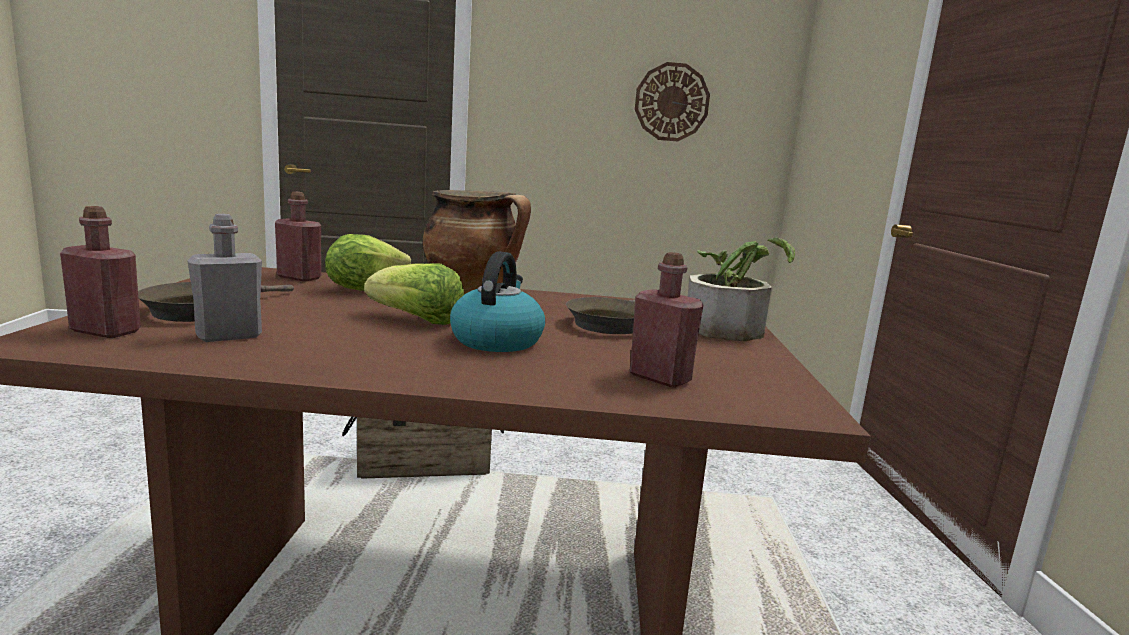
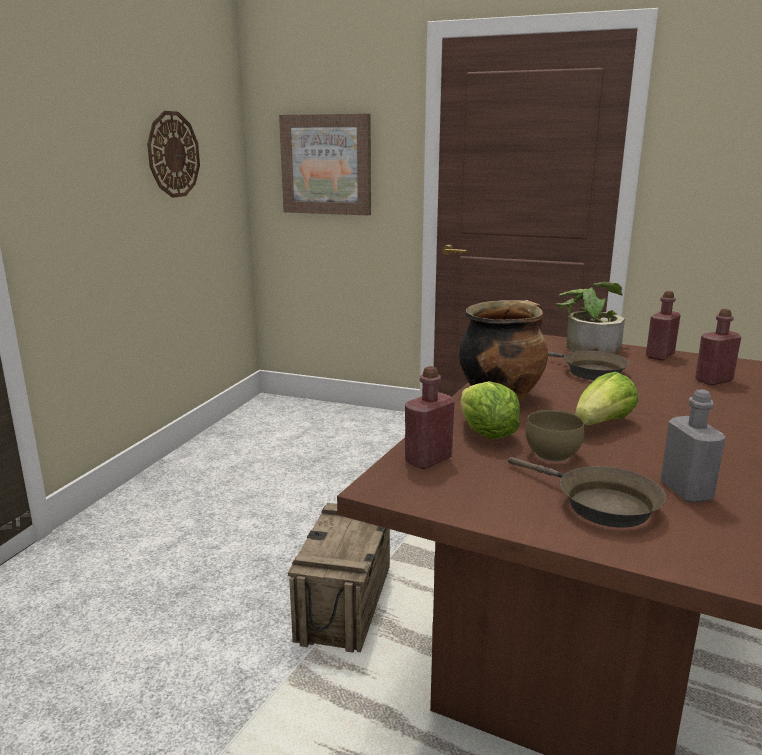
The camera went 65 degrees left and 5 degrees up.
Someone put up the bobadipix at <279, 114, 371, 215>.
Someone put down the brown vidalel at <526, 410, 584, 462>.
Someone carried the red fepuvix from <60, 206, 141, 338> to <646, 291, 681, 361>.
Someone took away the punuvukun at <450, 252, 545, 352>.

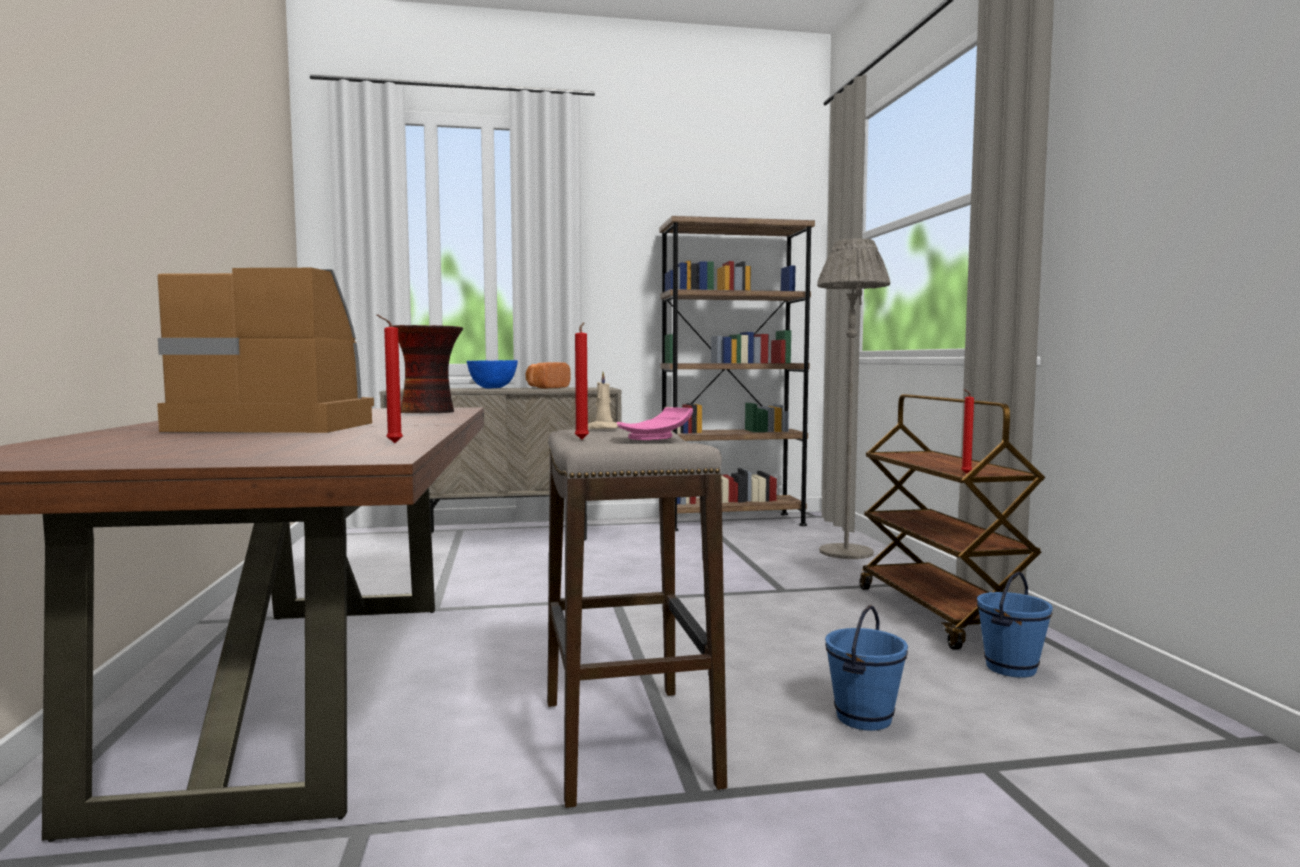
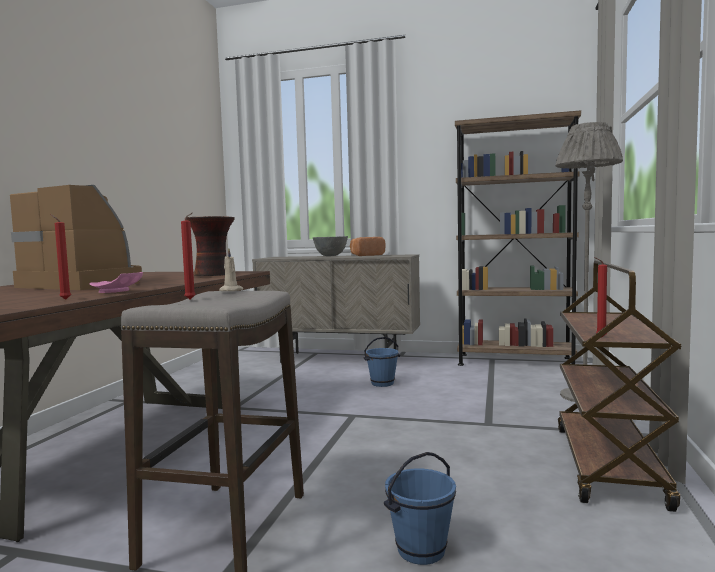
The camera went 25 degrees right and 0 degrees up.
Someone carried the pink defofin from <617, 407, 693, 440> to <90, 272, 143, 293>.
Someone repainted the blue vidalel at <467, 360, 518, 389>, which became the grey vidalel at <313, 236, 348, 256>.
Someone carried the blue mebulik from <977, 571, 1053, 678> to <364, 337, 400, 387>.

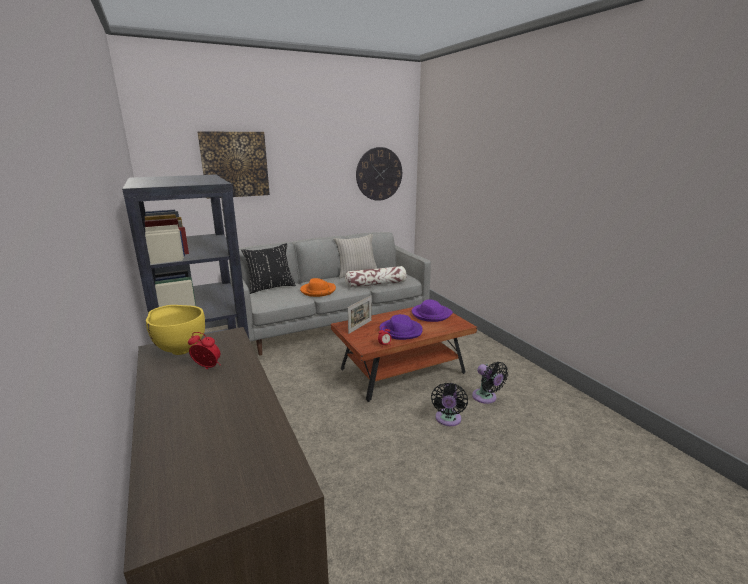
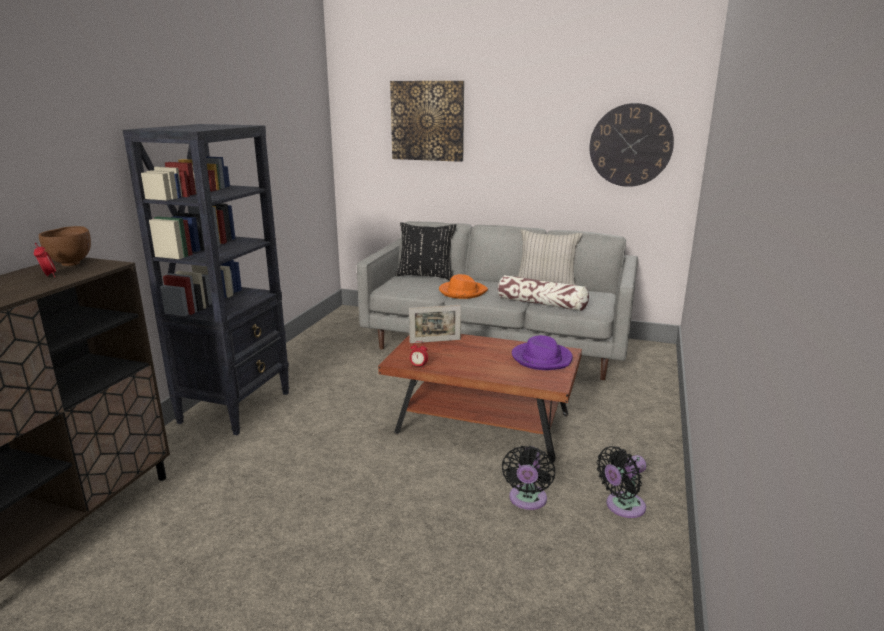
The camera went 45 degrees right and 0 degrees up.
Someone repainted the yellow vidalel at <146, 305, 205, 355>, which became the brown vidalel at <39, 226, 91, 266>.
Someone carried the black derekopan from <431, 383, 468, 426> to <597, 446, 646, 518>.
Someone took away the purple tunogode at <380, 314, 423, 340>.

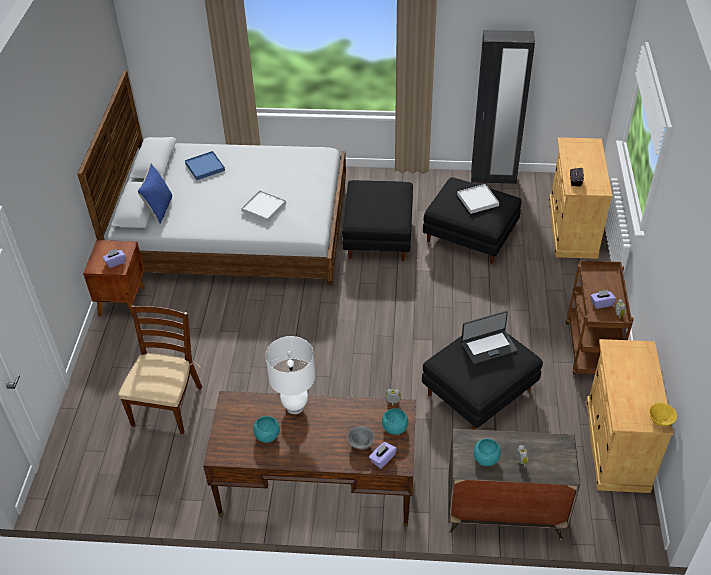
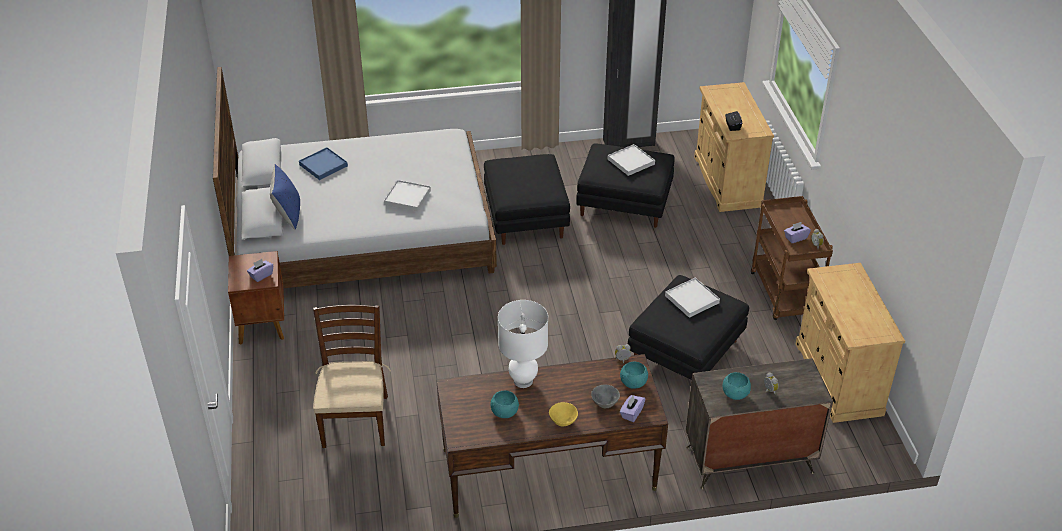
The camera went 15 degrees left and 5 degrees down.
Someone carried the yellow vidalel from <649, 403, 677, 426> to <549, 402, 578, 427>.
Someone swapped the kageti at <461, 311, 518, 364> for the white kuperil at <665, 278, 720, 318>.

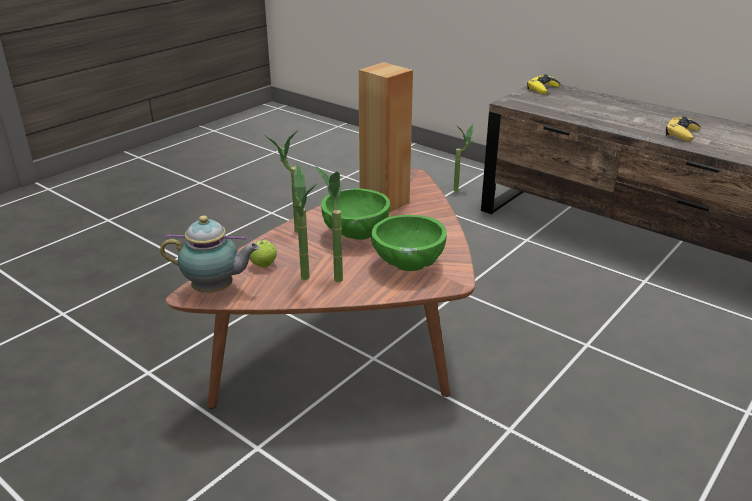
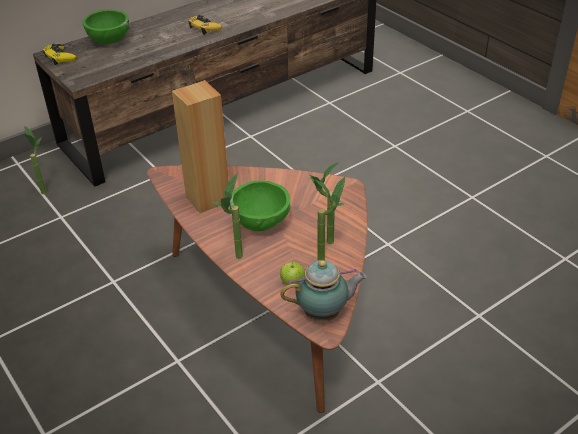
The camera went 75 degrees left and 10 degrees up.
Someone carried the green vidalel from <371, 215, 447, 271> to <83, 10, 129, 45>.
Someone rotated the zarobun at <160, 215, 260, 293> by 60 degrees clockwise.

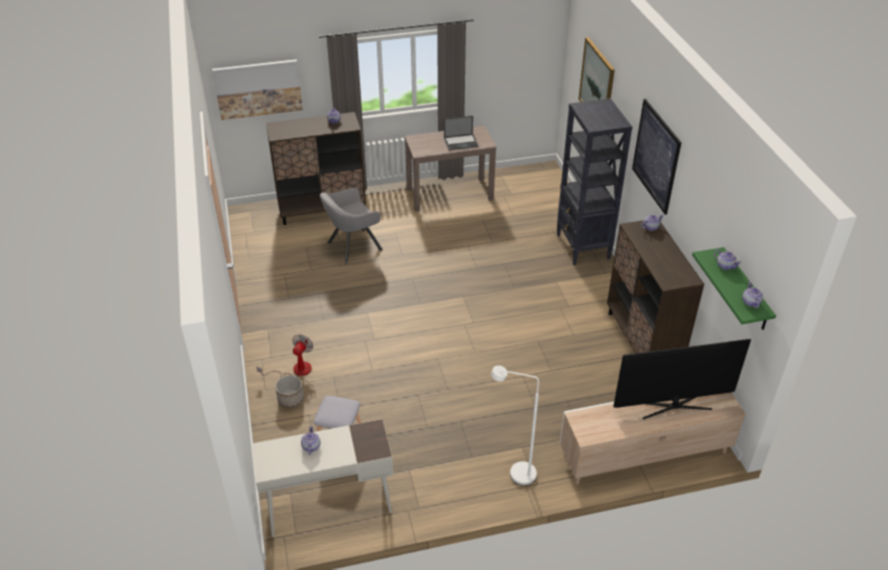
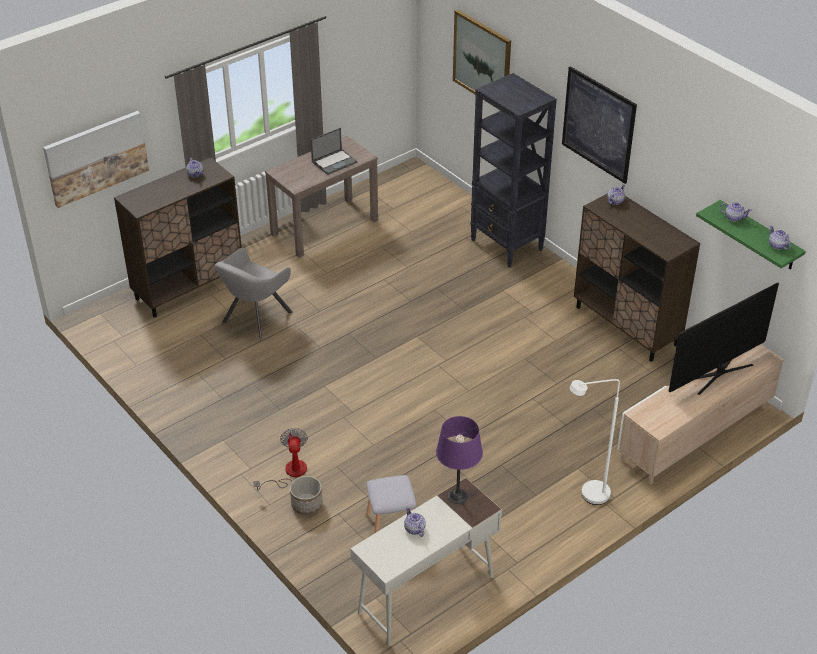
The camera went 25 degrees left and 0 degrees up.
Someone put down the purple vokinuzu at <436, 416, 483, 504>.

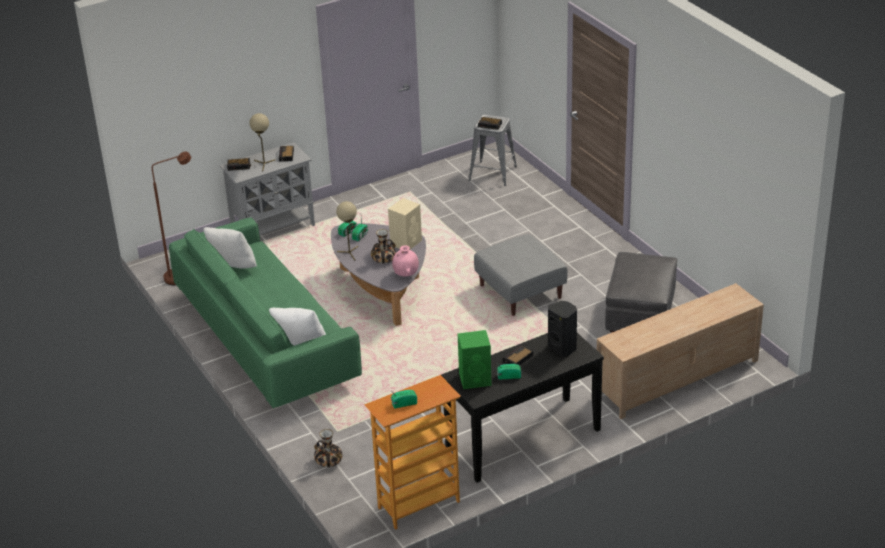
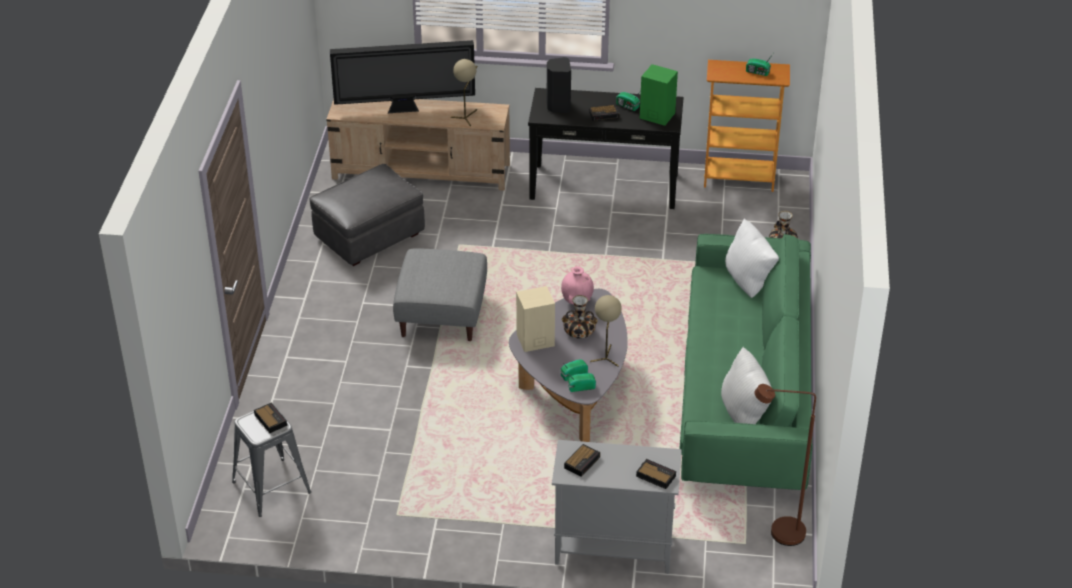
The camera went 145 degrees left and 5 degrees up.
Someone put down the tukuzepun at <330, 40, 475, 113>.
Someone carried the beige vokinuzu from <250, 113, 275, 172> to <451, 59, 477, 126>.

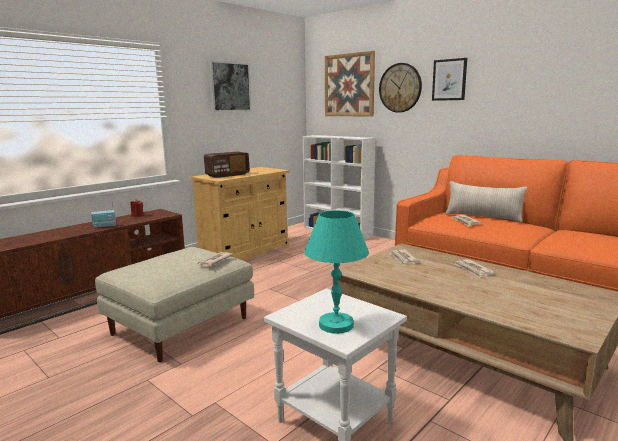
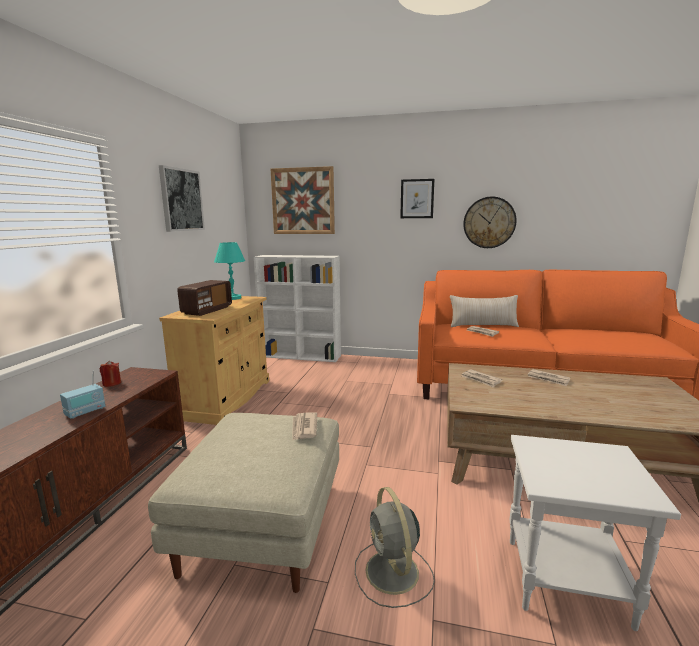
The camera went 30 degrees left and 0 degrees up.
Someone carried the turquoise vokinuzu from <304, 210, 369, 334> to <214, 242, 245, 300>.
Someone put down the grey derekopan at <355, 487, 435, 608>.
Someone carried the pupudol from <379, 63, 422, 113> to <463, 196, 517, 248>.

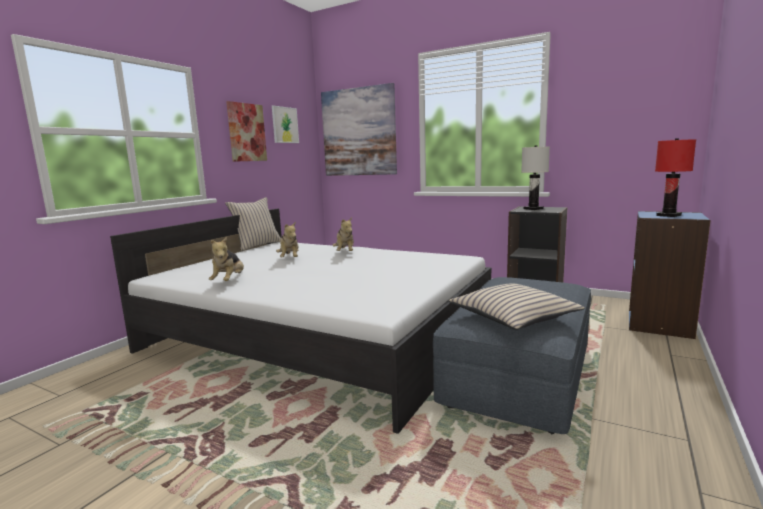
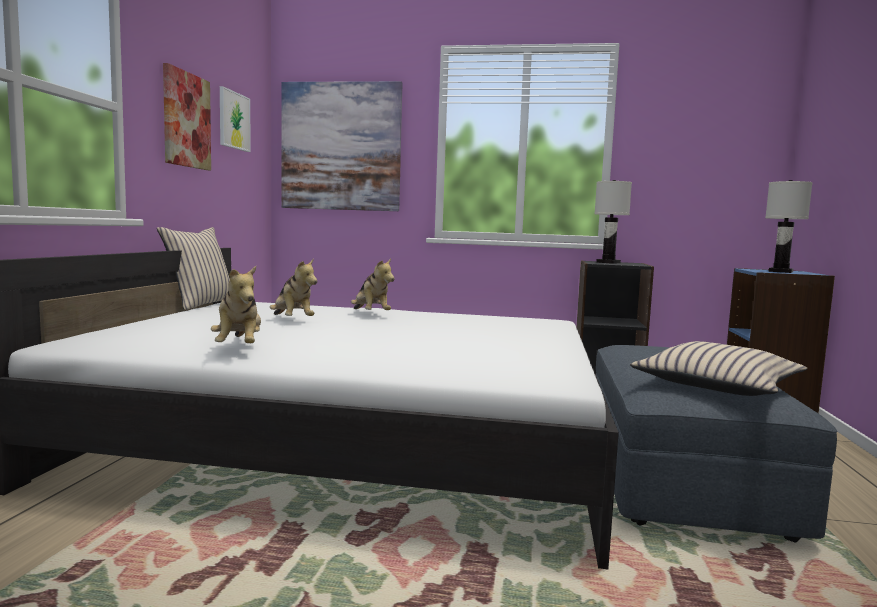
The camera went 20 degrees left and 5 degrees down.
Someone repainted the red vokinuzu at <655, 138, 696, 217>, which became the white vokinuzu at <765, 180, 813, 273>.

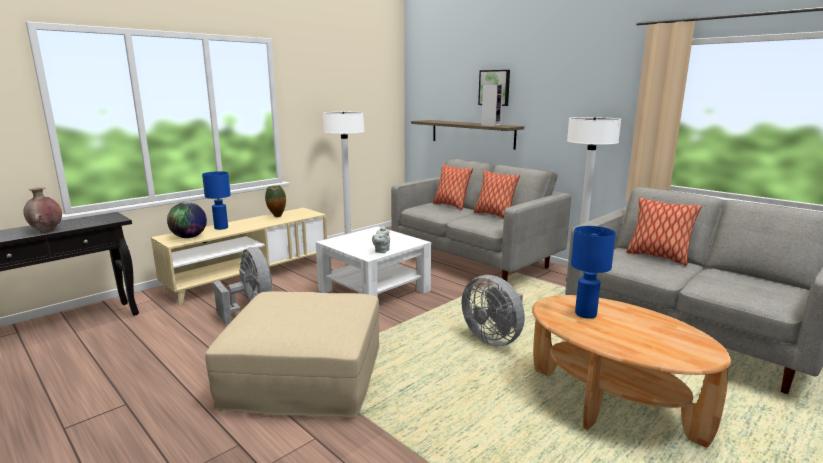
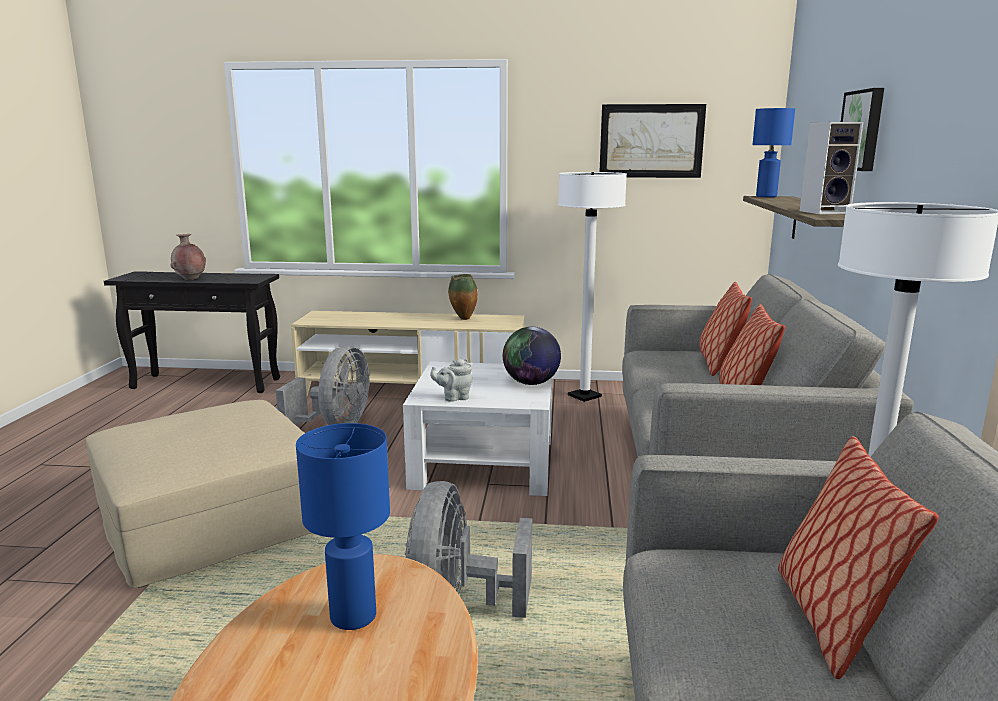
The camera went 50 degrees right and 0 degrees up.
Someone carried the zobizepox from <167, 202, 207, 238> to <503, 327, 561, 385>.
Someone put up the bobadipix at <600, 104, 706, 178>.
Someone carried the blue vokinuzu from <202, 171, 231, 230> to <752, 108, 795, 197>.

